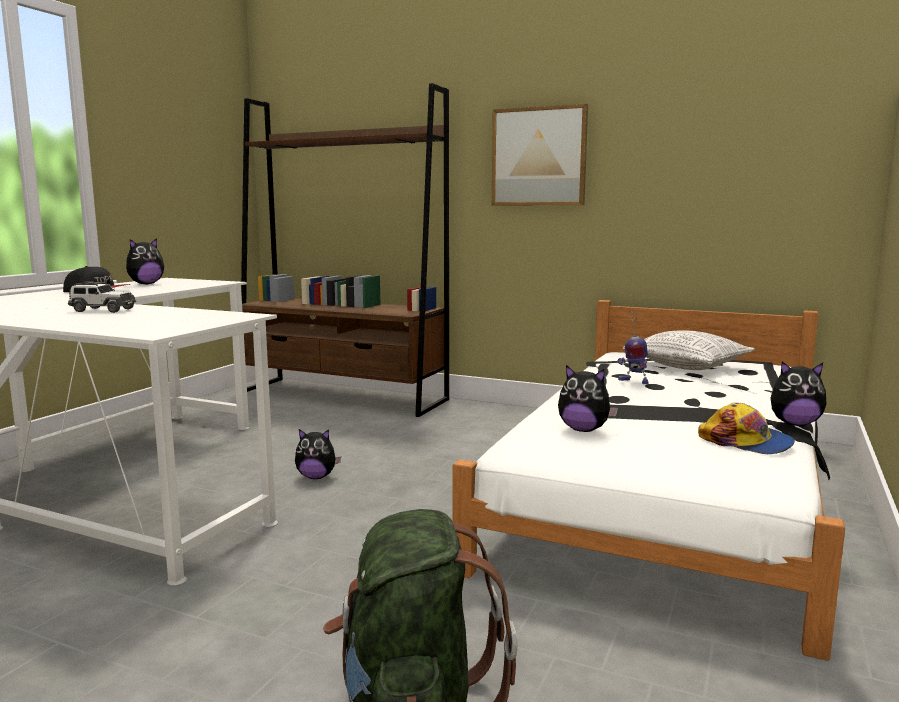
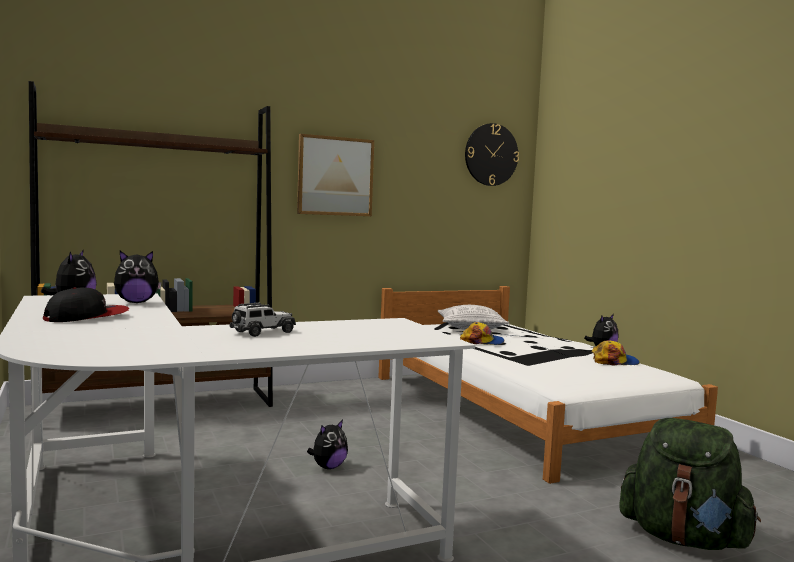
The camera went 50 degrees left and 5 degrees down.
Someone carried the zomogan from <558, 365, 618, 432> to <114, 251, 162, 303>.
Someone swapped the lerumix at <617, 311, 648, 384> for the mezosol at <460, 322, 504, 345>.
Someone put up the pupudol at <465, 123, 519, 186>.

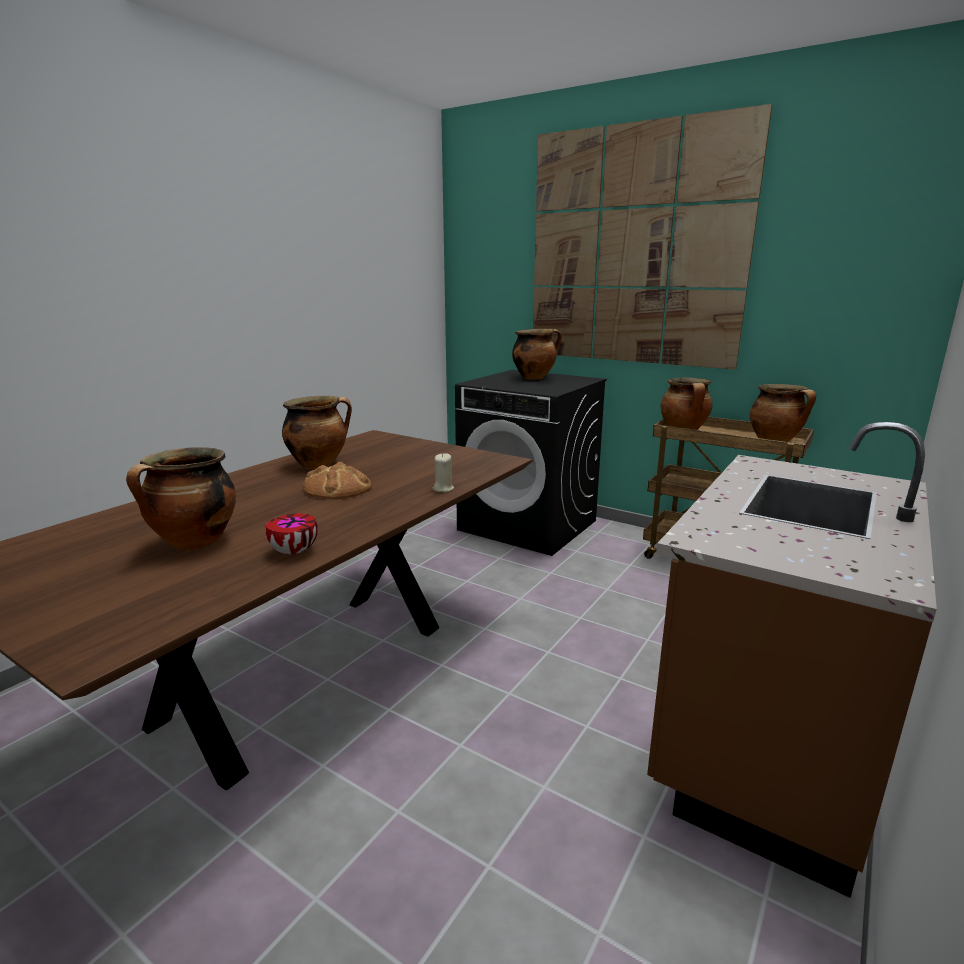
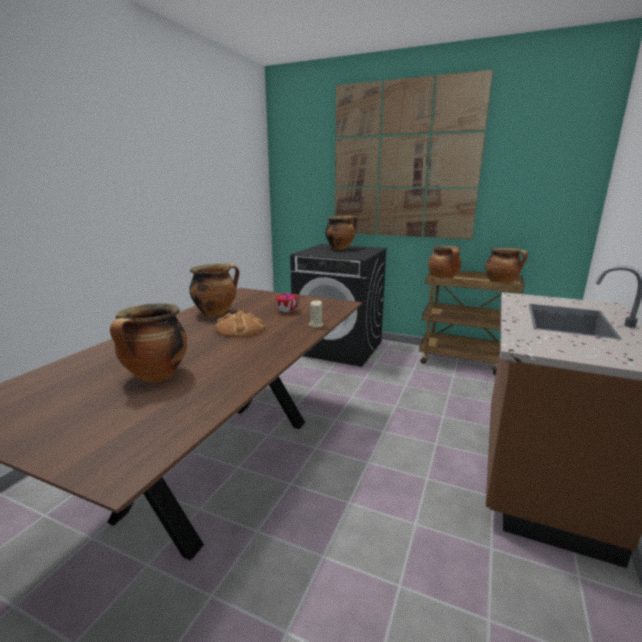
The camera went 10 degrees left and 0 degrees up.
Someone carried the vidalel from <265, 513, 318, 554> to <275, 294, 300, 312>.

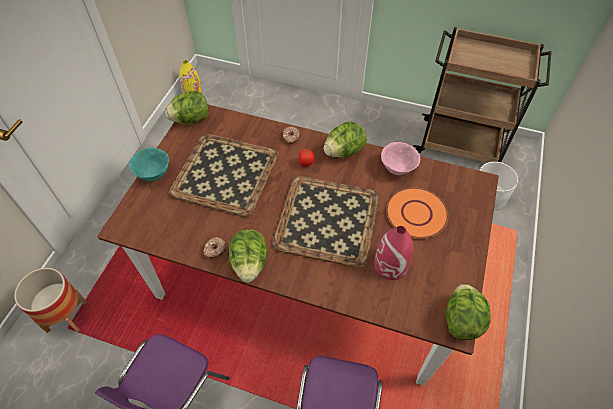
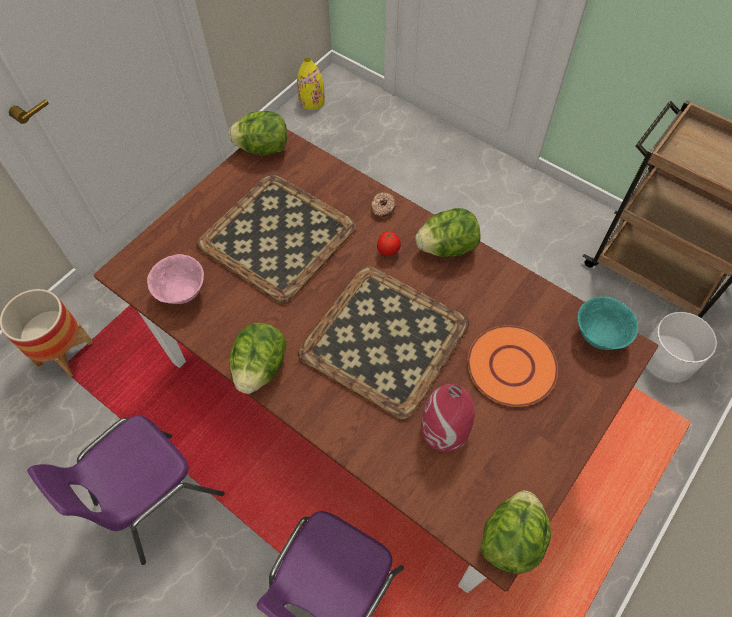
The camera went 20 degrees right and 5 degrees up.
Someone carried the pink vidalel from <381, 142, 420, 175> to <147, 254, 204, 304>.
Someone carried the turquoise vidalel from <129, 148, 169, 181> to <578, 297, 638, 350>.
Someone took away the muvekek at <203, 237, 226, 260>.

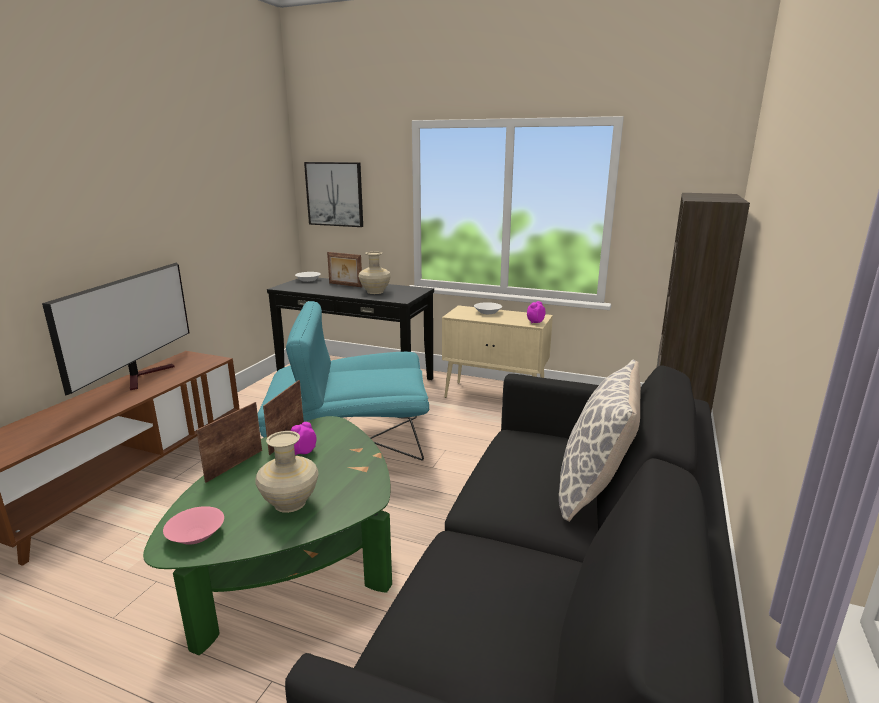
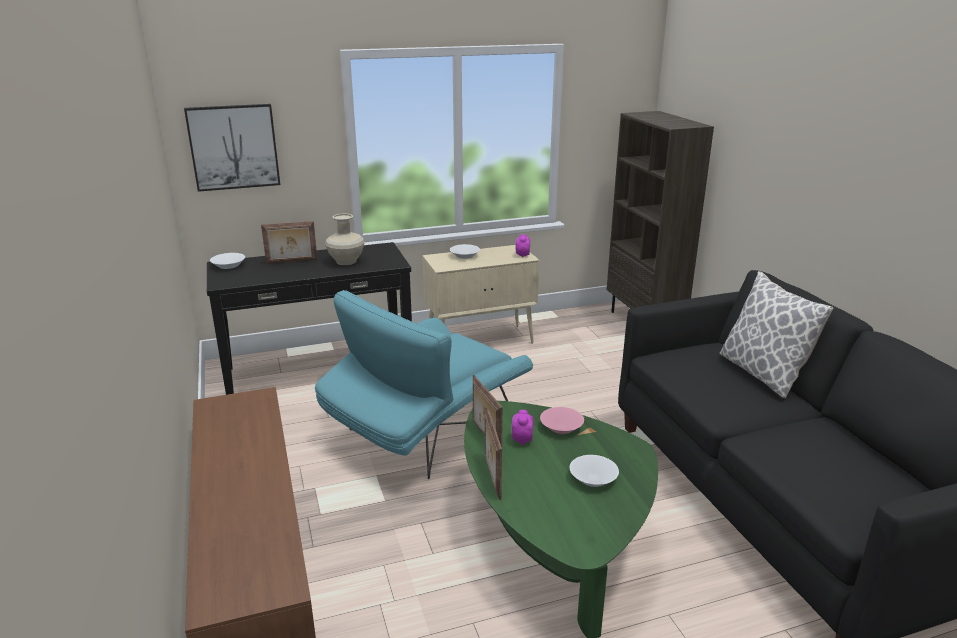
The camera went 40 degrees left and 5 degrees up.
Someone carried the pink vidalel from <163, 506, 224, 544> to <540, 407, 584, 434>.
Someone swapped the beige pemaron at <255, 431, 319, 513> for the white vidalel at <570, 455, 619, 487>.
Someone took away the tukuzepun at <42, 263, 189, 396>.

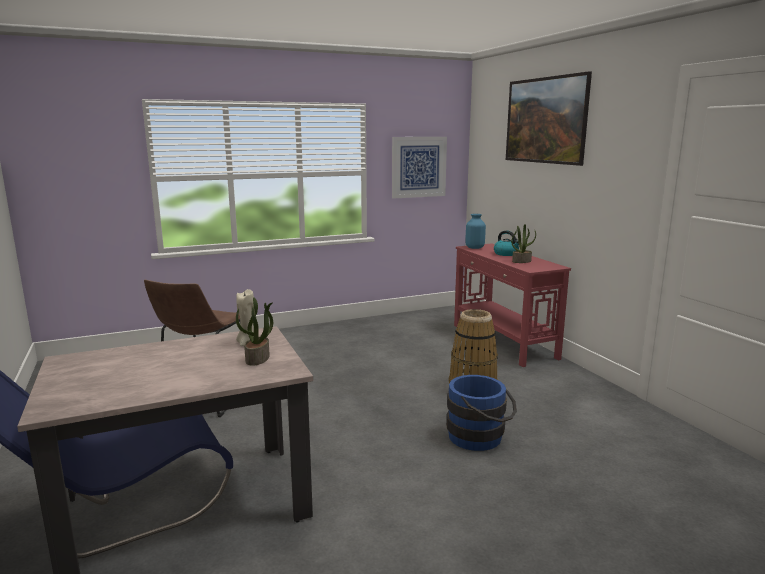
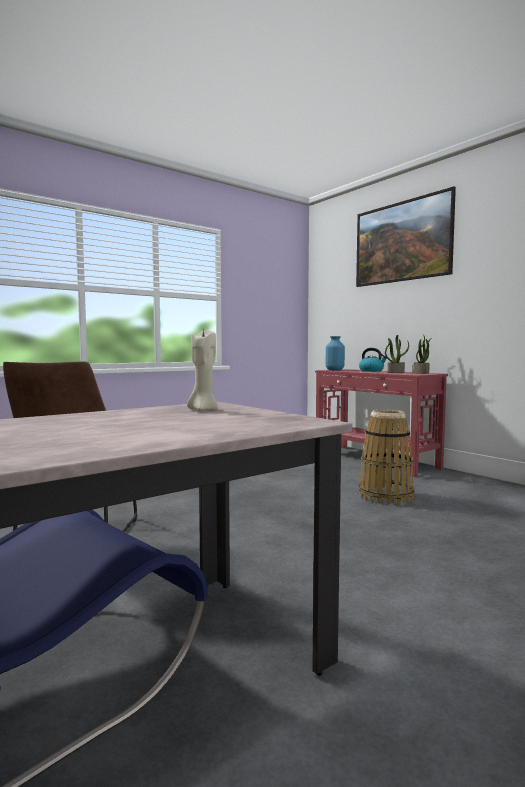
The camera went 15 degrees left and 10 degrees down.
Someone carried the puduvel from <236, 297, 273, 366> to <414, 335, 432, 374>.
Someone took away the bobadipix at <392, 137, 447, 199>.
Someone took away the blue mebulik at <446, 375, 517, 451>.

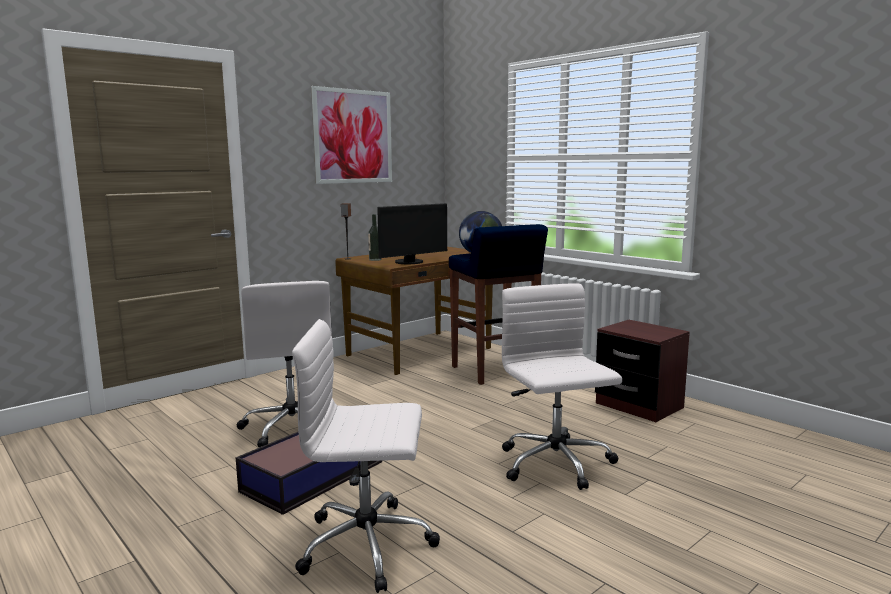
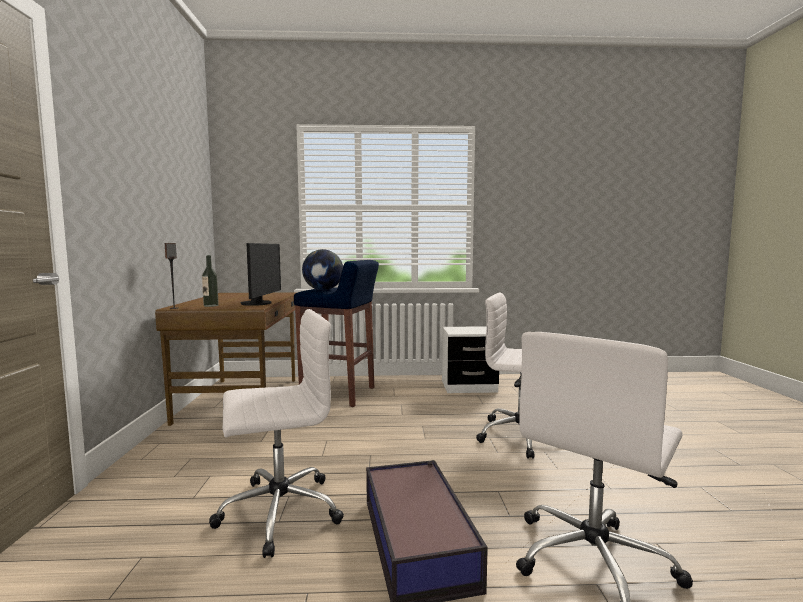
The camera went 50 degrees left and 5 degrees down.
Someone rotated the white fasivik at <236, 281, 332, 447> by 45 degrees counterclockwise.
Someone repainted the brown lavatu at <595, 320, 690, 422>, which became the white lavatu at <442, 326, 499, 393>.
Someone took away the bobadipix at <311, 86, 392, 184>.

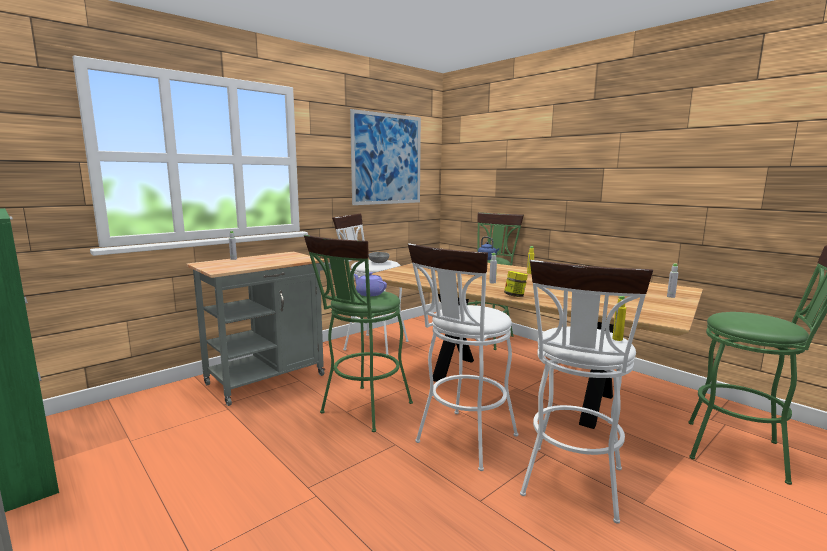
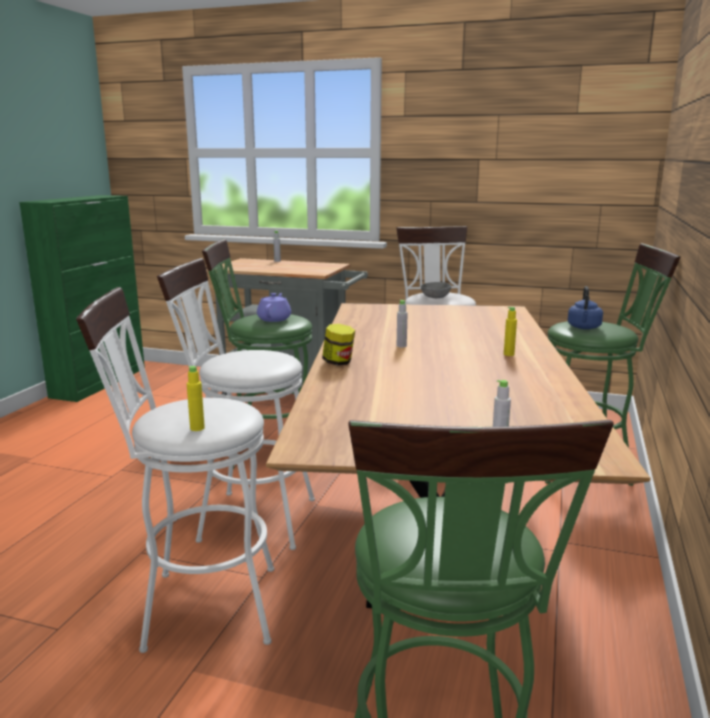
The camera went 60 degrees right and 5 degrees up.
Someone took away the bobadipix at <350, 109, 421, 205>.

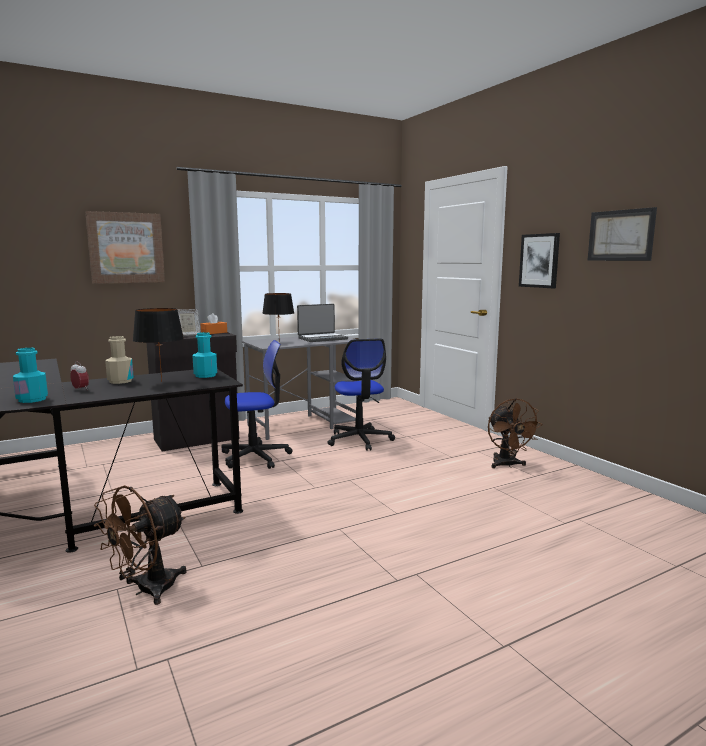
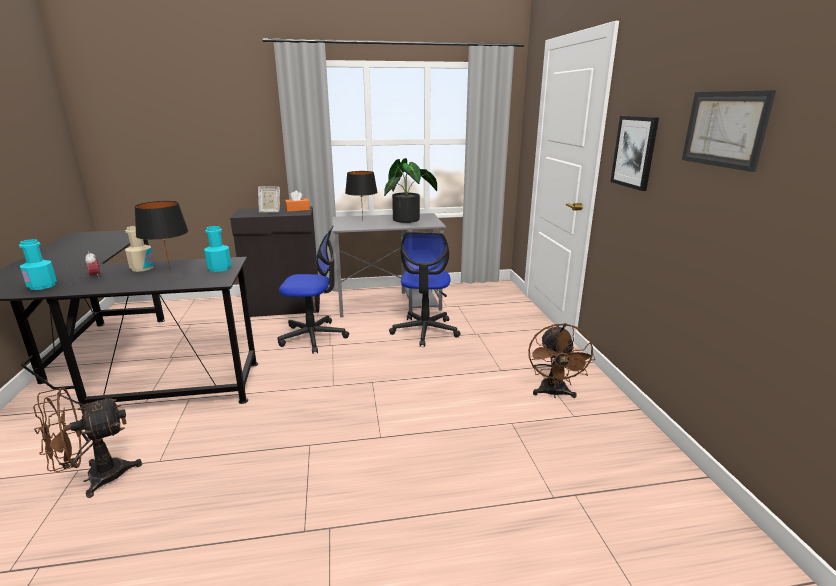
The camera went 20 degrees right and 10 degrees up.
Someone swapped the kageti at <297, 304, 348, 342> for the puduvel at <384, 158, 437, 223>.
Someone took away the bobadipix at <85, 211, 165, 284>.

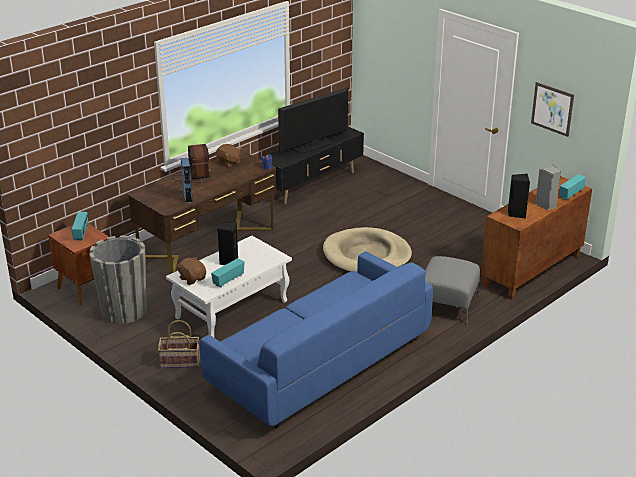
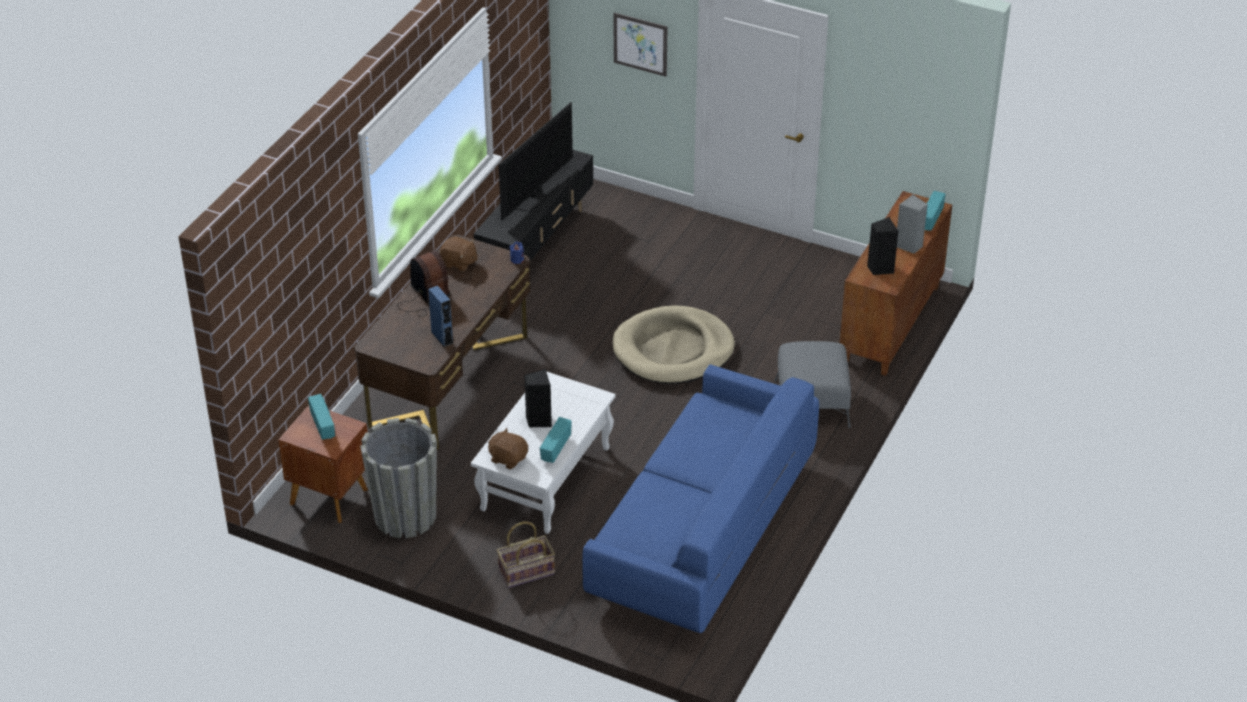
The camera went 20 degrees left and 10 degrees up.
Someone carried the bobadipix from <531, 82, 574, 137> to <614, 13, 668, 77>.

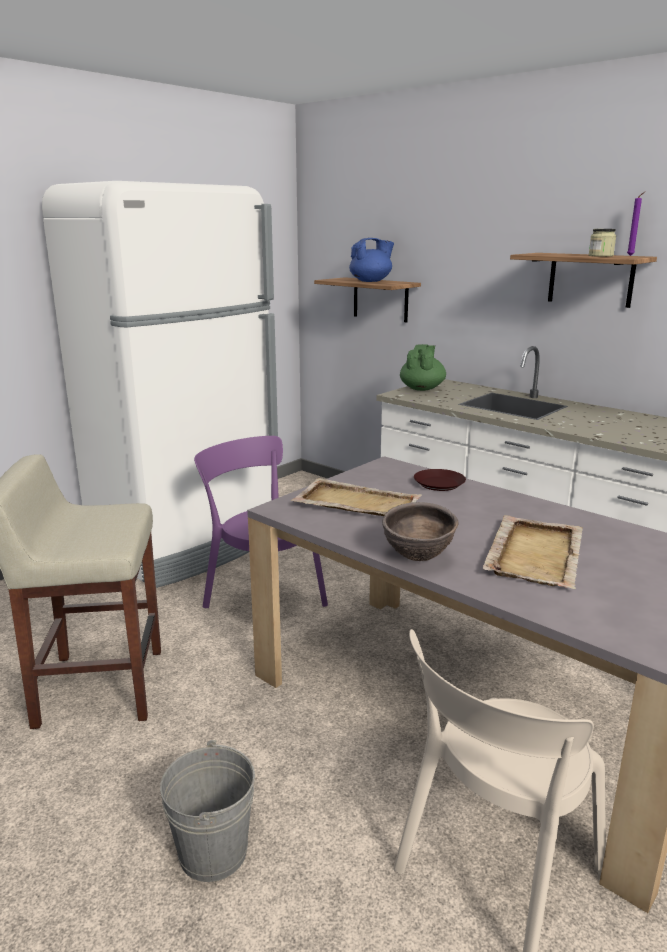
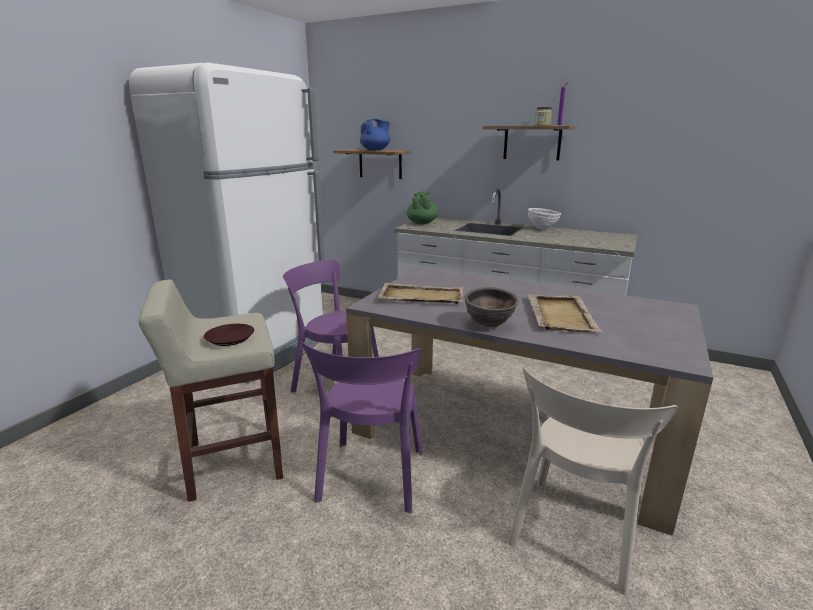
The camera went 15 degrees left and 0 degrees up.
Someone carried the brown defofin from <414, 469, 466, 491> to <204, 324, 254, 346>.
Someone put down the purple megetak at <301, 341, 423, 513>.
Someone put down the white vidalel at <528, 208, 561, 230>.
Someone took away the grey mebulik at <160, 740, 255, 882>.

